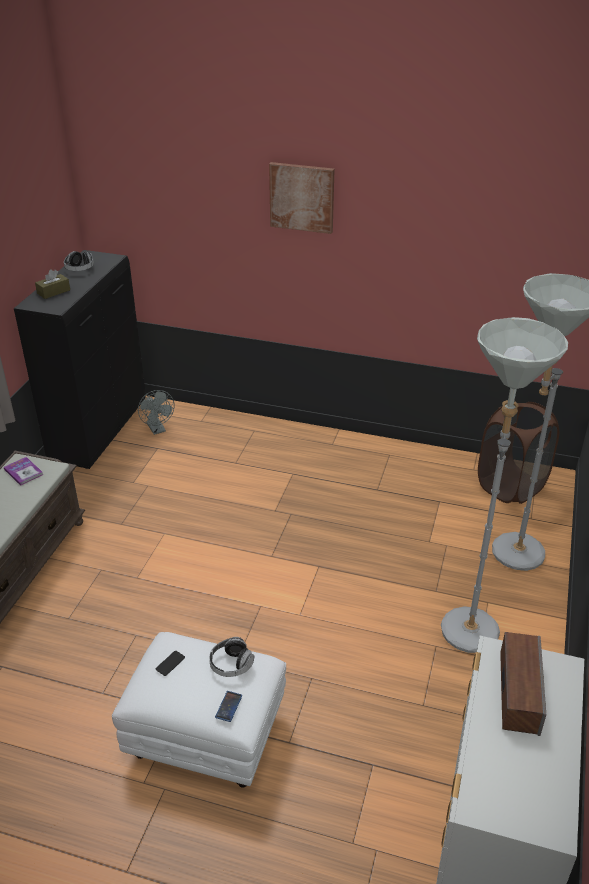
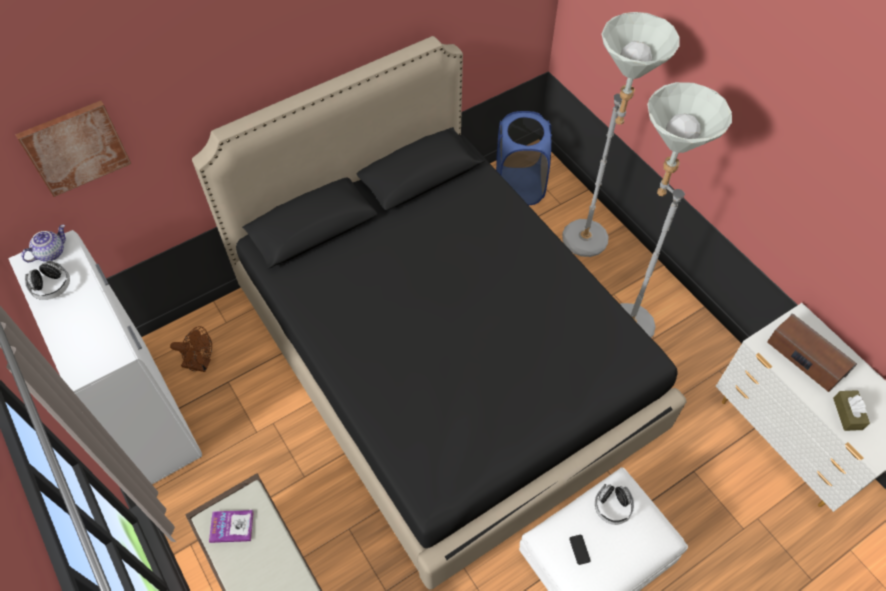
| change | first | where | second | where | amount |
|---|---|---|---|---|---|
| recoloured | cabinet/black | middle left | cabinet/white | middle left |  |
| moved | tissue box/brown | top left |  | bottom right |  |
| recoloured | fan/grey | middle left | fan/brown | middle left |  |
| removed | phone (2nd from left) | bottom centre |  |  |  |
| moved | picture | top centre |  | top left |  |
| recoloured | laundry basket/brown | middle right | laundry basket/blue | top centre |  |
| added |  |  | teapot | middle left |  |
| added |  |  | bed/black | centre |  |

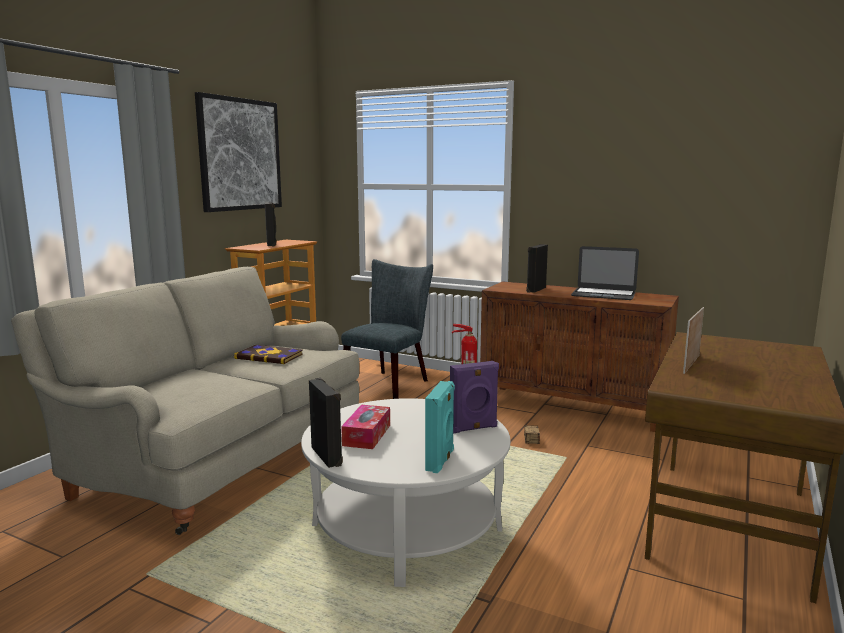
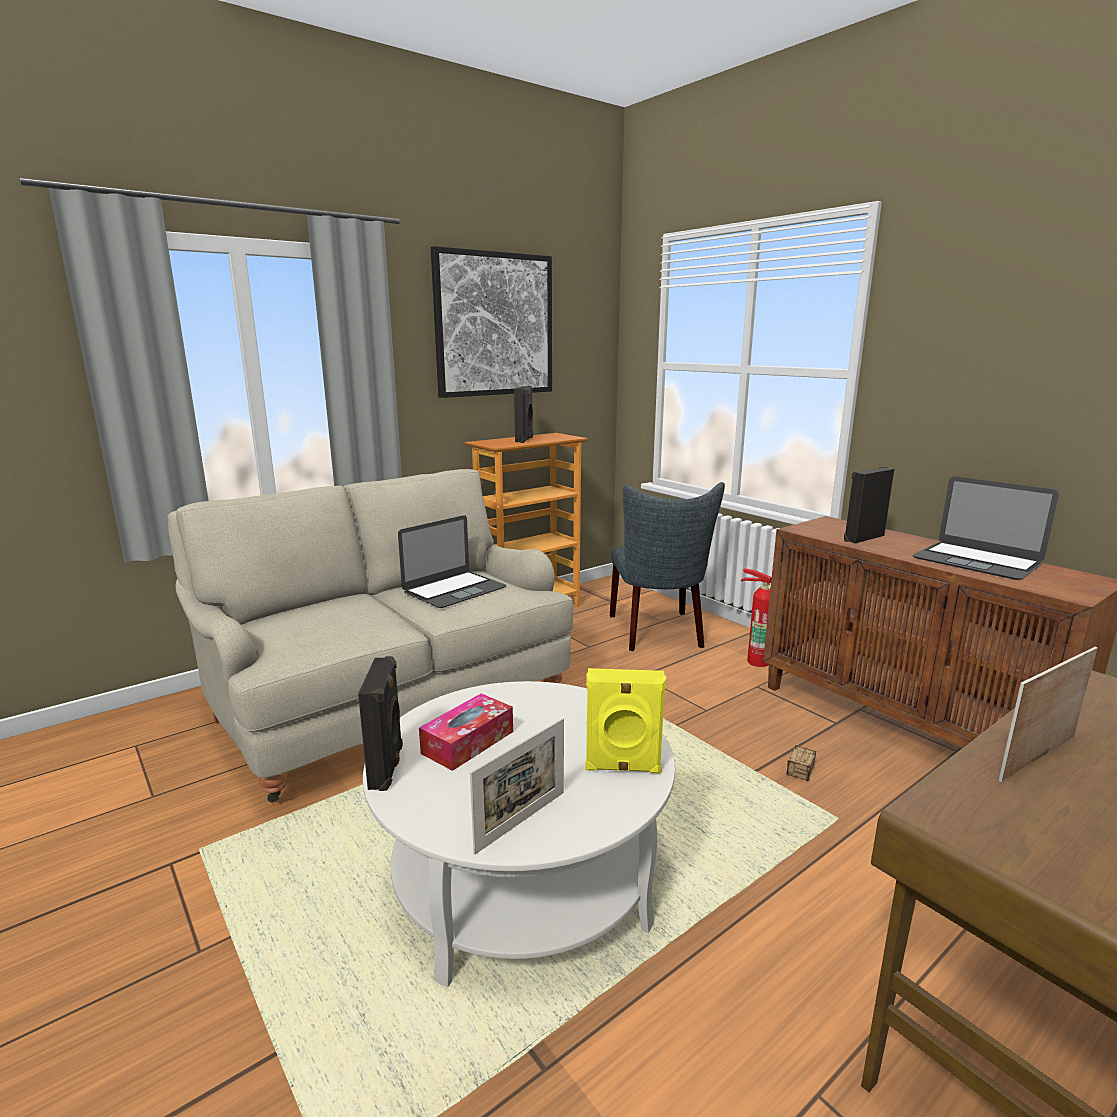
| change | first | where | second | where | amount |
|---|---|---|---|---|---|
| replaced | book | middle left | laptop (1st from left) | centre |  |
| turned | chair/grey | centre |  | centre | 120 degrees clockwise |
| replaced | speaker/turquoise | bottom centre | picture frame (1st from left) | bottom centre |  |
| recoloured | speaker/purple | centre | speaker/yellow | centre |  |

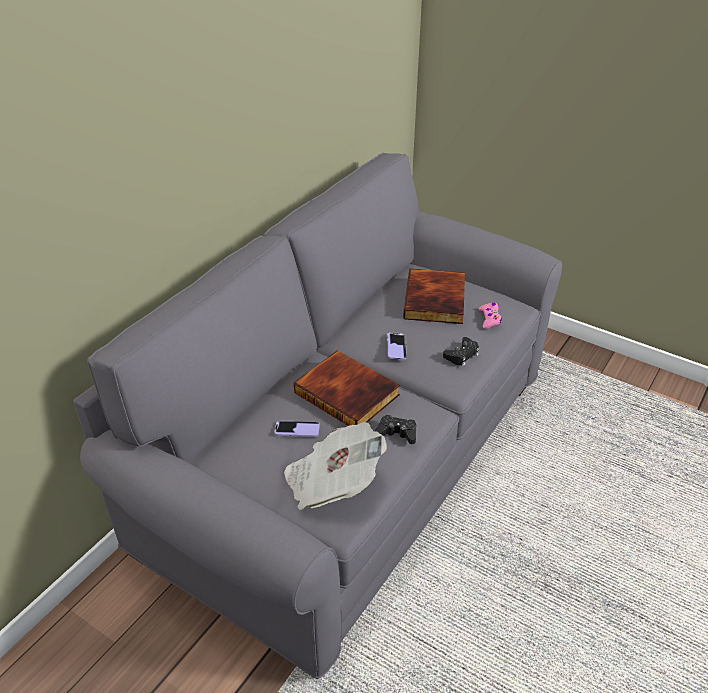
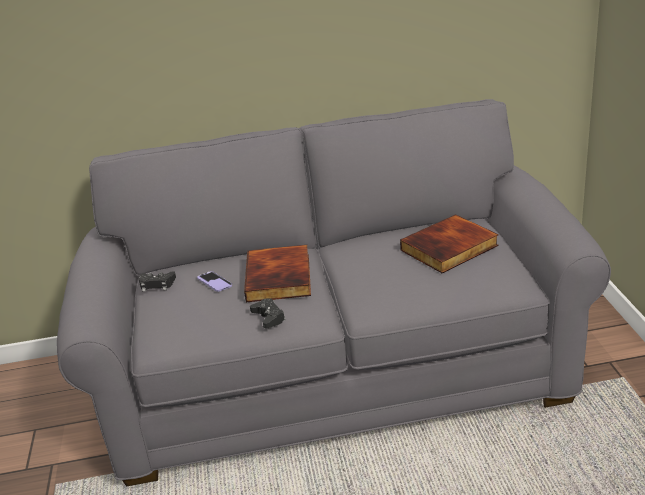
| change | first | where | second | where | amount |
|---|---|---|---|---|---|
| removed | newspaper | bottom centre |  |  |  |
| removed | phone (2nd from left) | centre |  |  |  |
| moved | game controller/black (2nd from left in the first image) | centre | game controller/black (1st from left) | middle left |  |
| removed | game controller/pink | middle right |  |  |  |

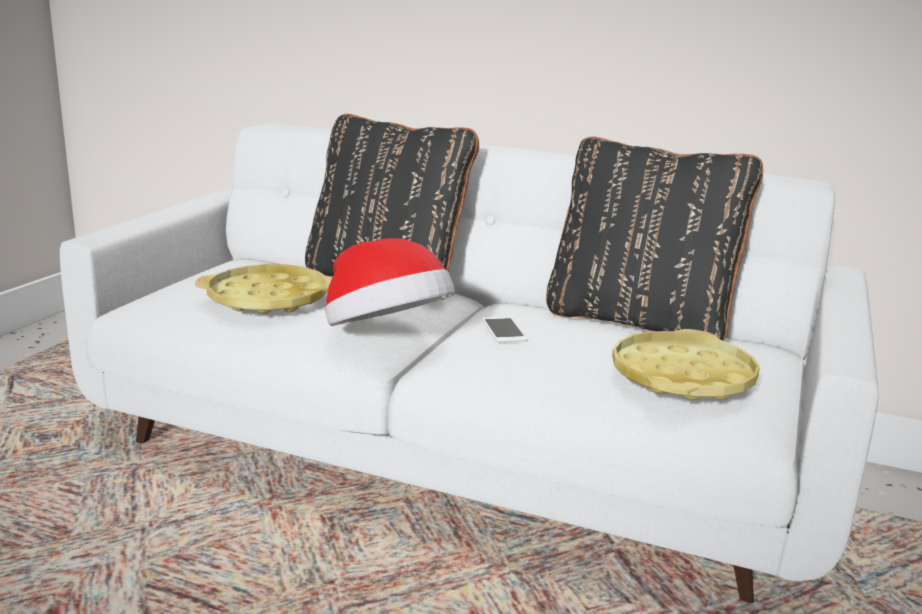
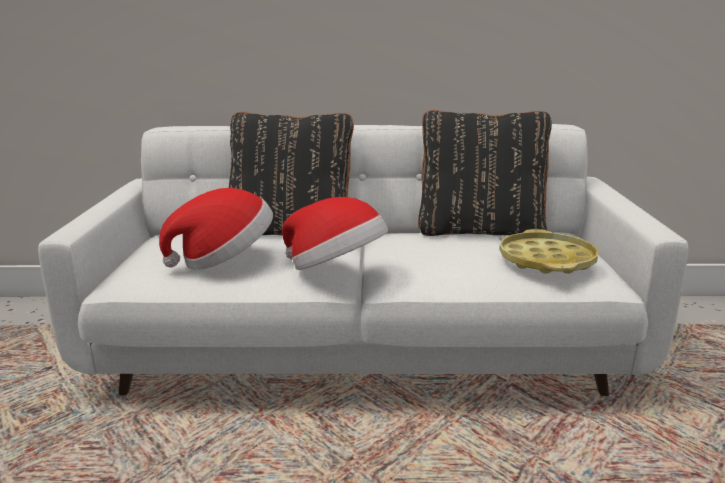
| change | first | where | second | where | amount |
|---|---|---|---|---|---|
| replaced | tray/yellow (1st from left) | middle left | hat (1st from left) | middle left |  |
| removed | phone | centre |  |  |  |

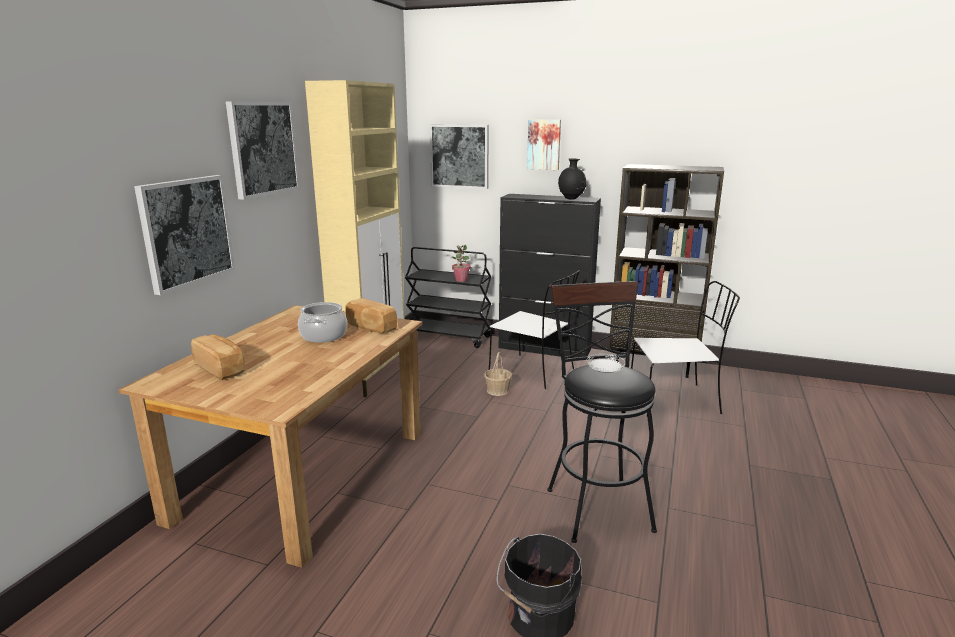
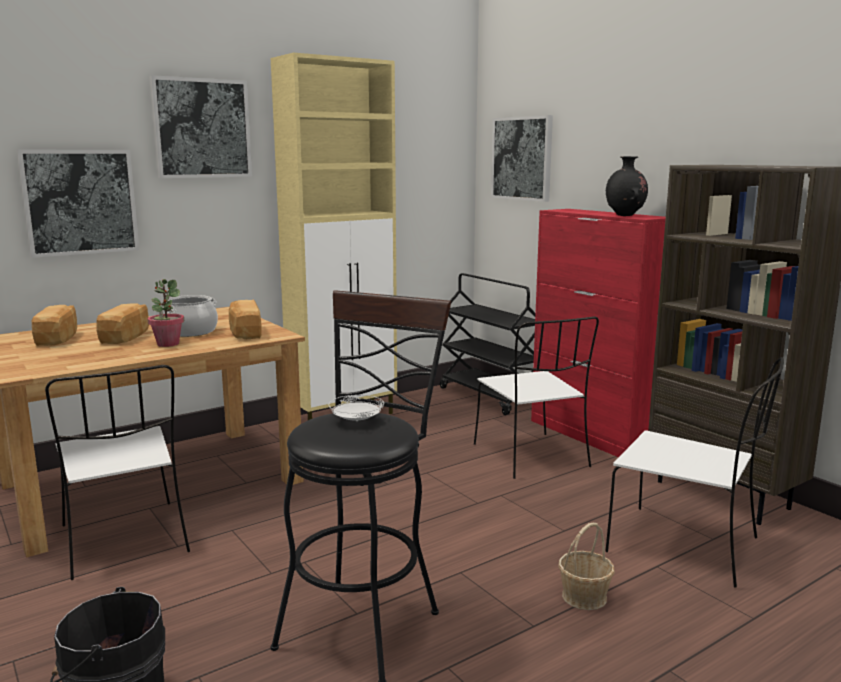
| change | first | where | second | where | amount |
|---|---|---|---|---|---|
| moved | potted plant | centre |  | middle left |  |
| moved | basket | centre |  | bottom right |  |
| recoloured | cabinet/black | centre | cabinet/red | middle right |  |
| removed | picture (4th from left) | top centre |  |  |  |
| added |  |  | chair/white (1st from left) | bottom left |  |
| added |  |  | bread (2nd from left) | middle left |  |

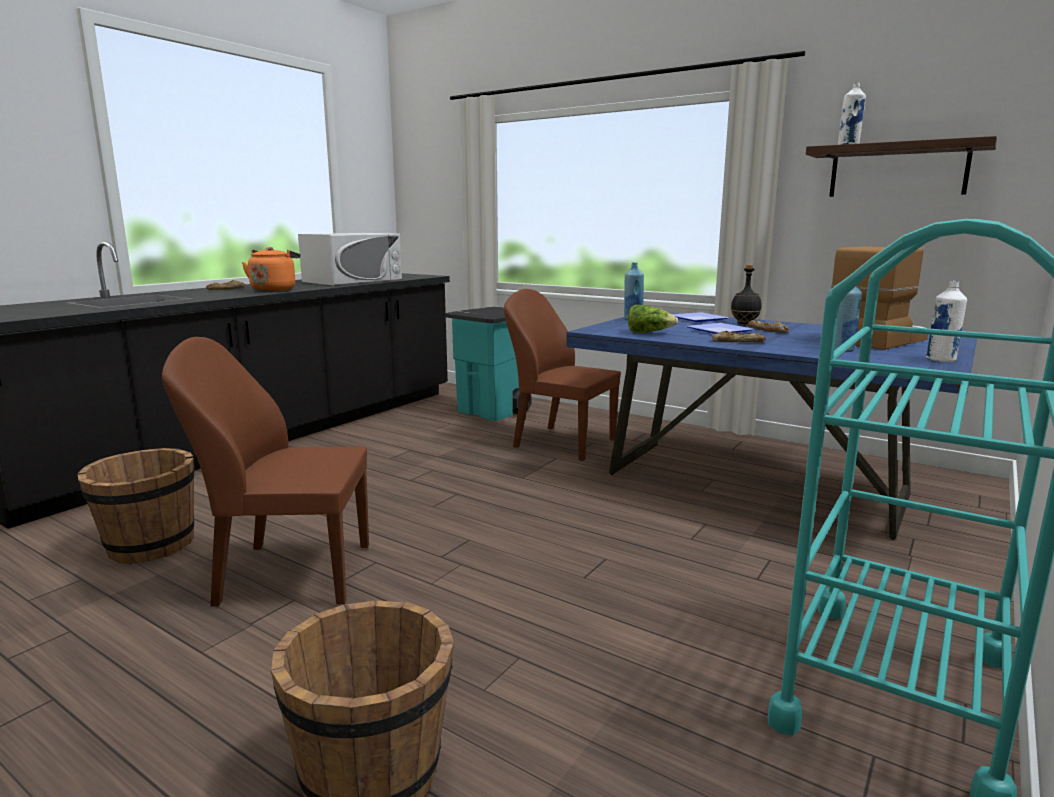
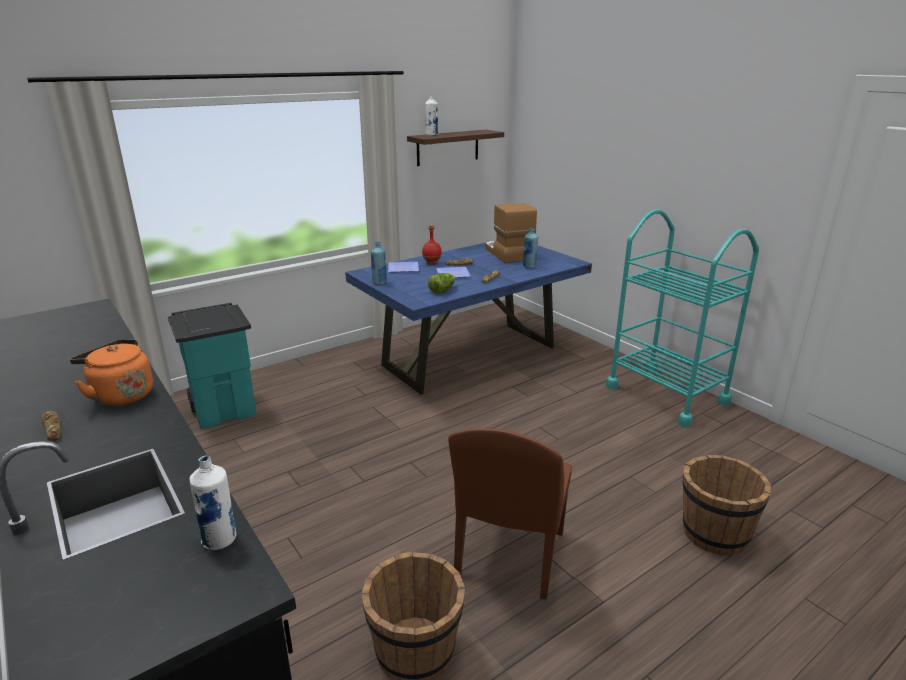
| change | first | where | second | where | amount |
|---|---|---|---|---|---|
| removed | microwave/white | top left |  |  |  |
| removed | chair/brown (2nd from left) | centre |  |  |  |
| recoloured | bottle/black | middle right | bottle/red | centre |  |
| moved | bottle/white (2nd from left in the first image) | middle right | bottle/white (1st from left) | bottom left |  |

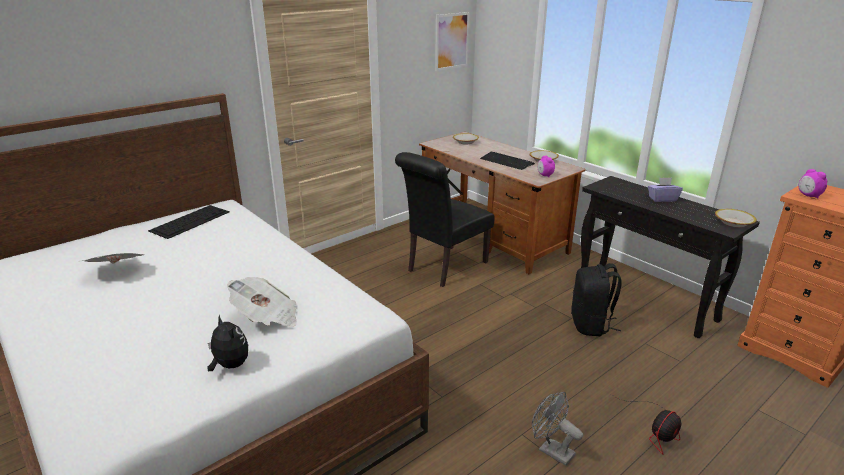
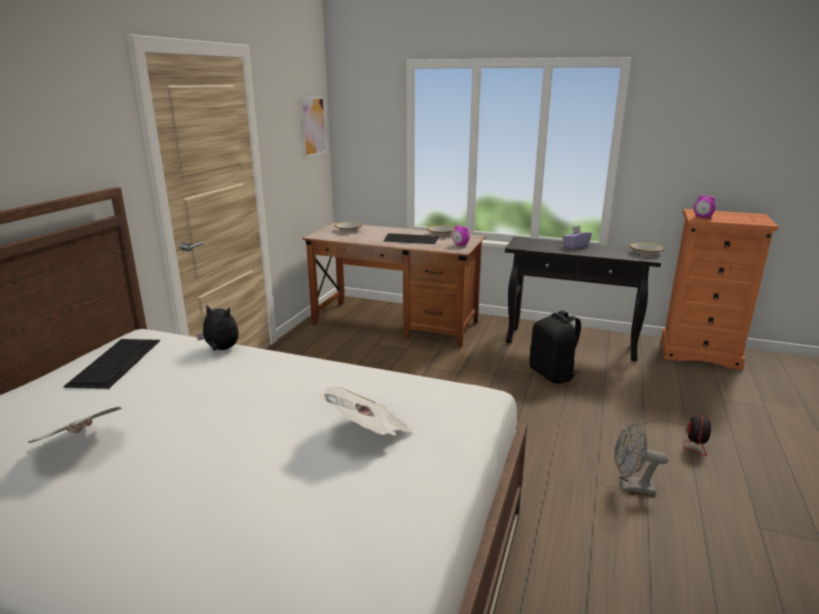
| change | first | where | second | where | amount |
|---|---|---|---|---|---|
| moved | plush toy | bottom left |  | middle left |  |
| removed | chair/black | centre |  |  |  |

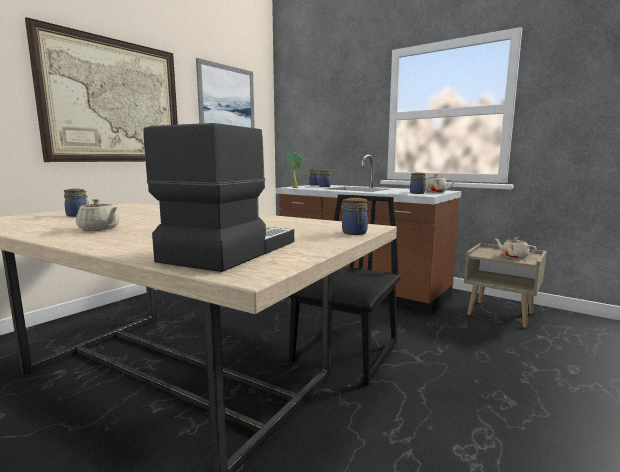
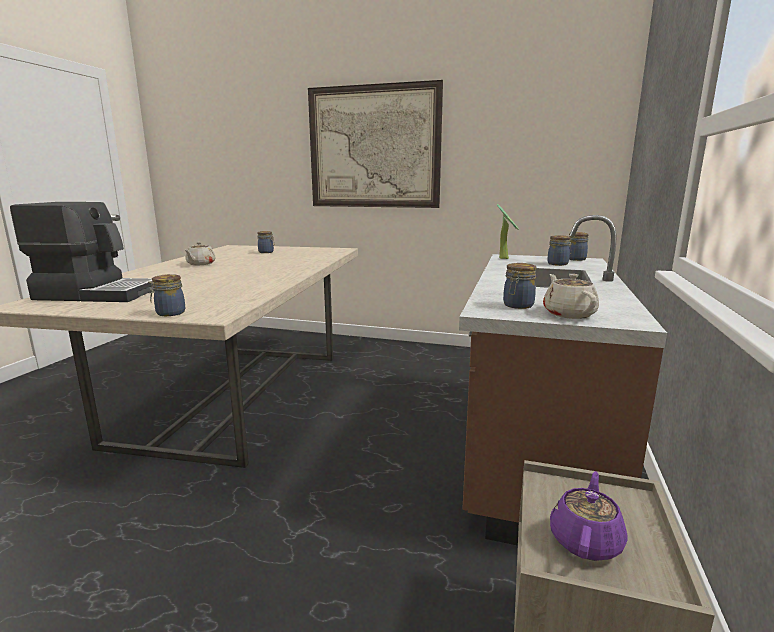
| change | first | where | second | where | amount |
|---|---|---|---|---|---|
| removed | picture (2nd from left) | top centre |  |  |  |
| removed | chair/black | centre |  |  |  |
| recoloured | teapot/beige (3rd from left) | middle right | teapot/purple | bottom right |  |

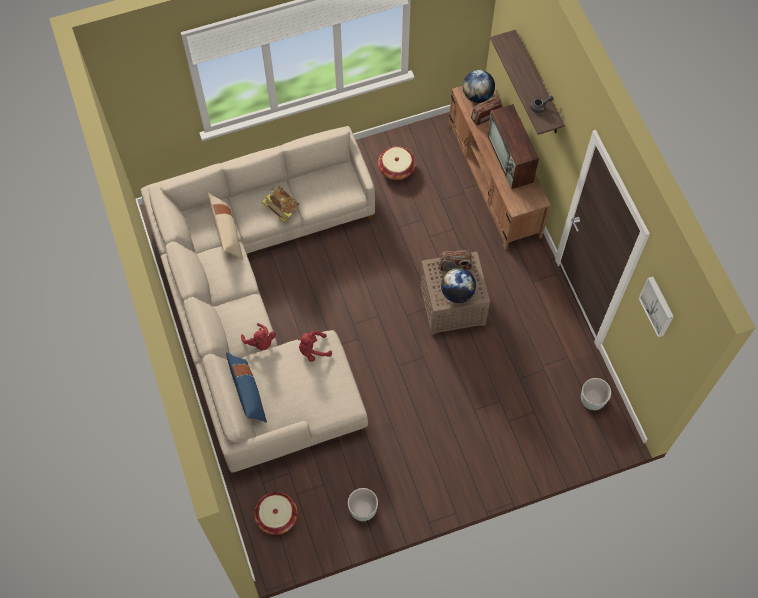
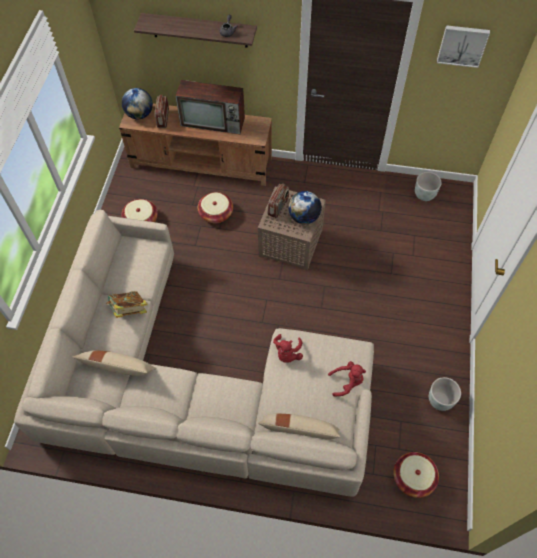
| change | first | where | second | where | amount |
|---|---|---|---|---|---|
| recoloured | pillow/blue | middle left | pillow/beige (2nd from left) | bottom centre |  |
| moved | plush toy/red (1st from left in the first image) | centre | plush toy/red (2nd from left) | bottom centre |  |
| added |  |  | basket (2nd from left) | centre |  |

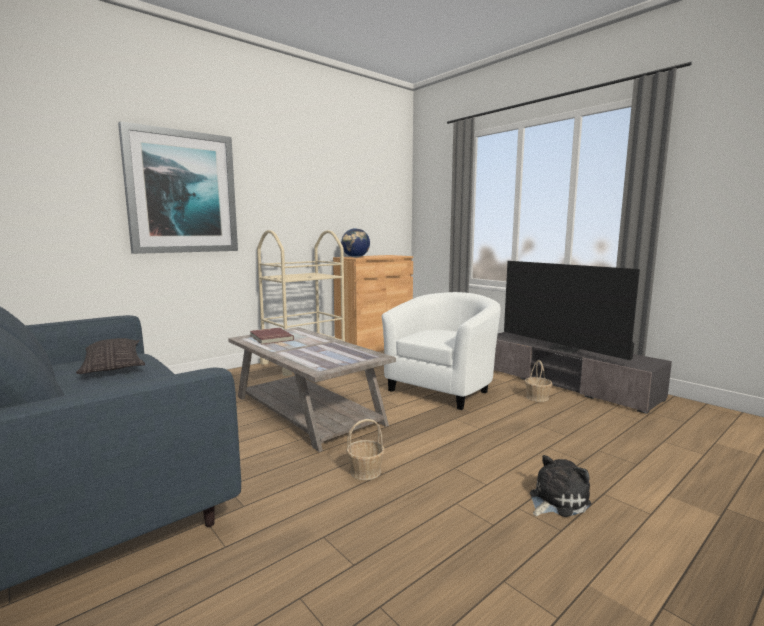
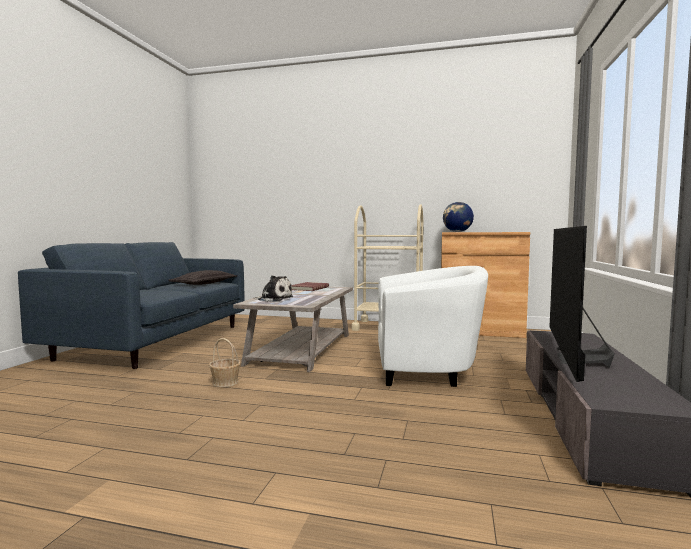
| change | first | where | second | where | amount |
|---|---|---|---|---|---|
| removed | picture | top left |  |  |  |
| removed | basket (2nd from left) | middle right |  |  |  |
| moved | plush toy | bottom right |  | centre |  |

